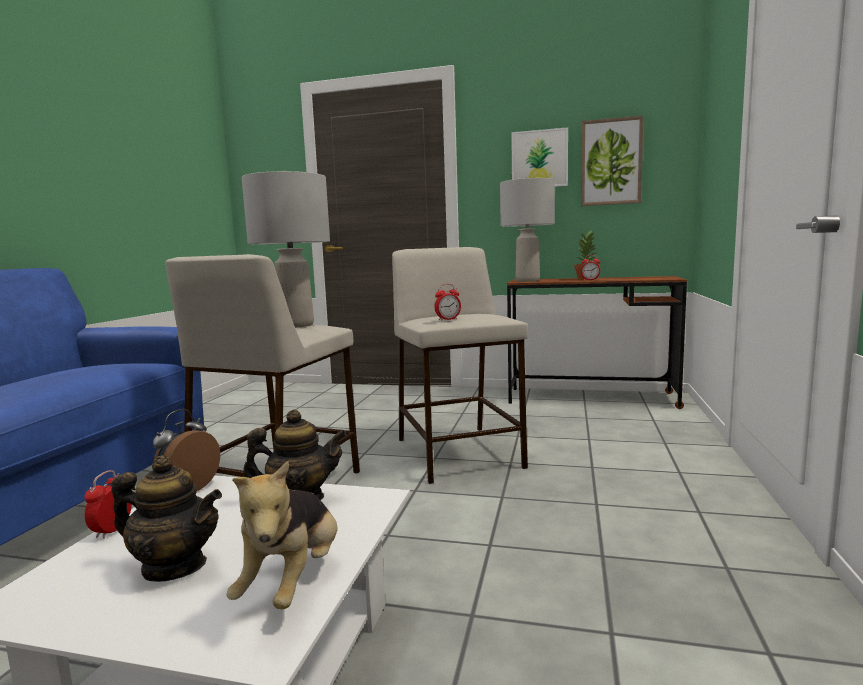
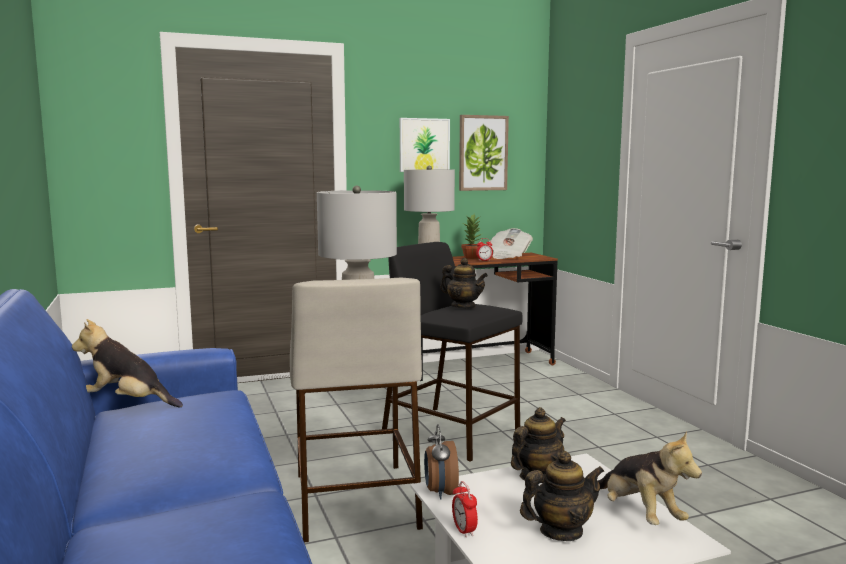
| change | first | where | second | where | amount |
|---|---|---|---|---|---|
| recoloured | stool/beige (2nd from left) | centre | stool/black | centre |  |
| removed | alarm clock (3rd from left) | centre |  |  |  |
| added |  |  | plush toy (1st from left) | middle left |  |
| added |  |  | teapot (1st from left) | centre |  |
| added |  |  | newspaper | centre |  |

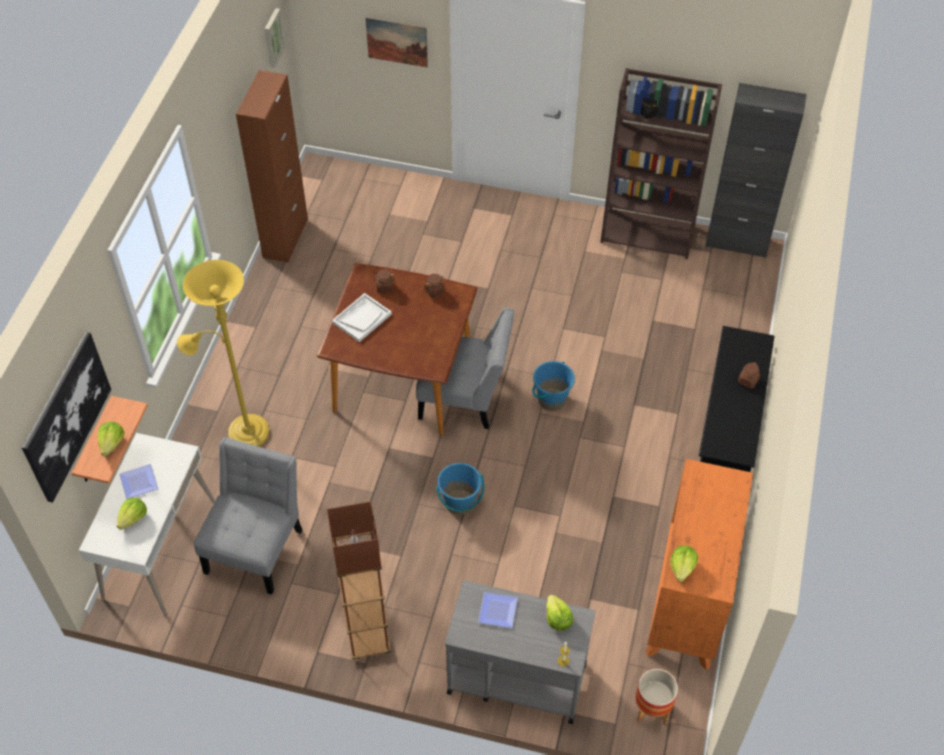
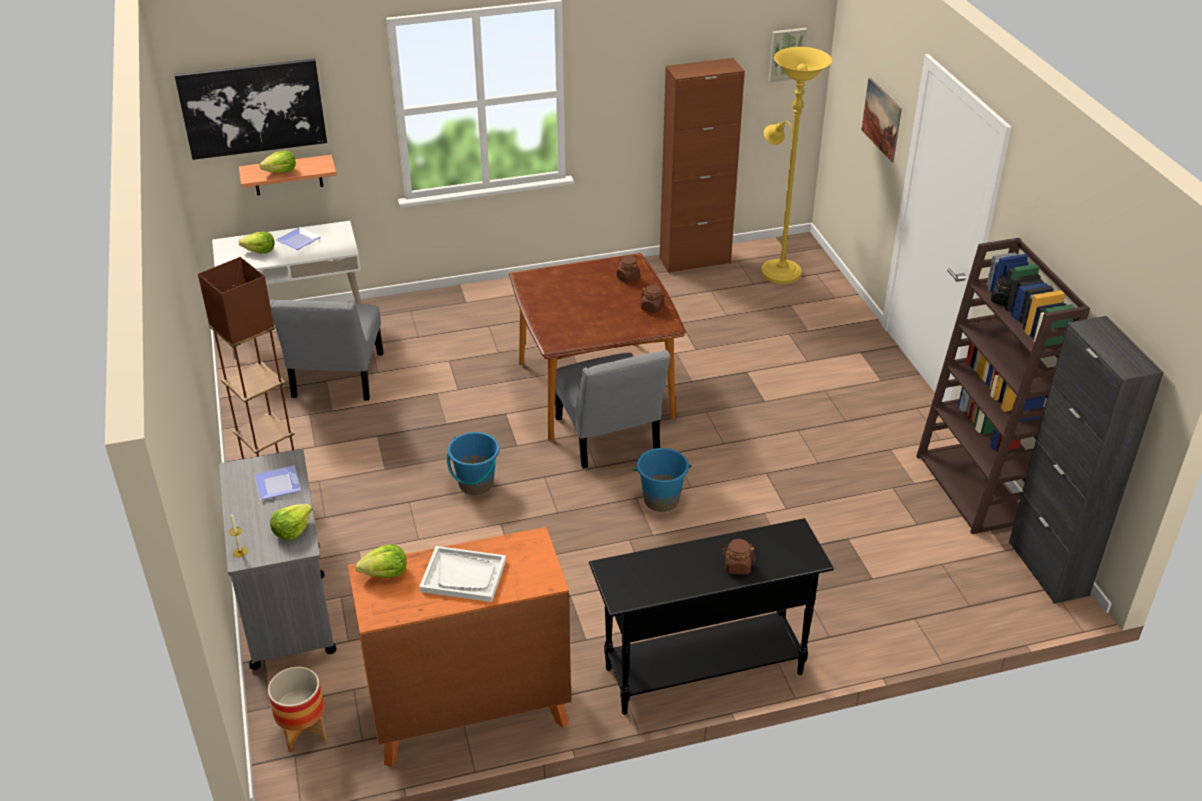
| change | first | where | second | where | amount |
|---|---|---|---|---|---|
| moved | floor lamp/yellow | middle left |  | top centre |  |
| turned | chair/grey (1st from left) | bottom left |  | middle left | 105 degrees clockwise |
| moved | tray/white | centre |  | bottom centre |  |

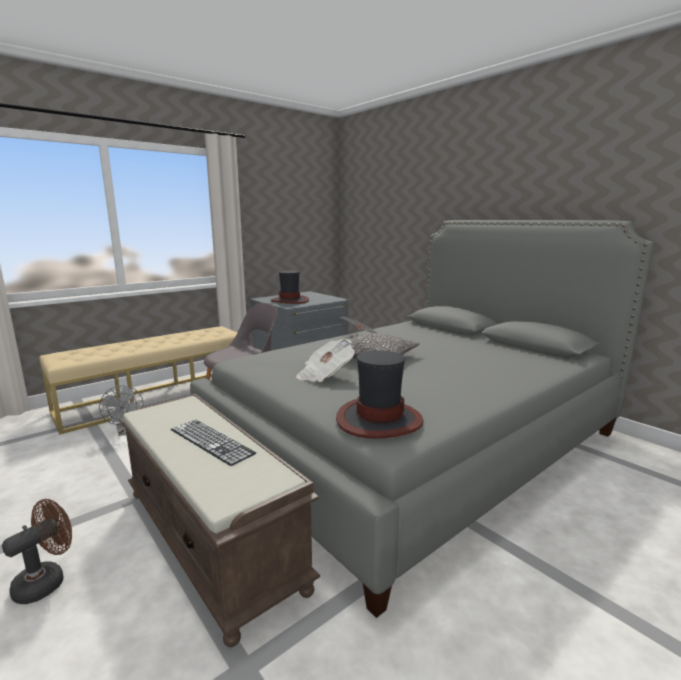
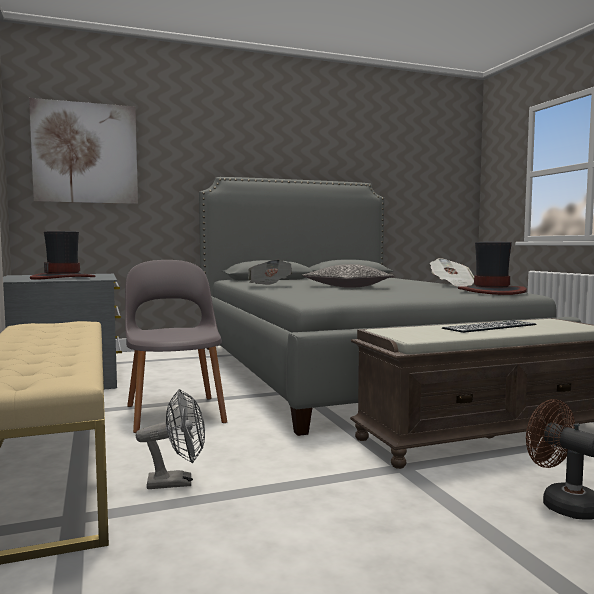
| change | first | where | second | where | amount |
|---|---|---|---|---|---|
| moved | newspaper (1st from left in the first image) | centre | newspaper (2nd from left) | middle right |  |
| added |  |  | picture | top left |  |

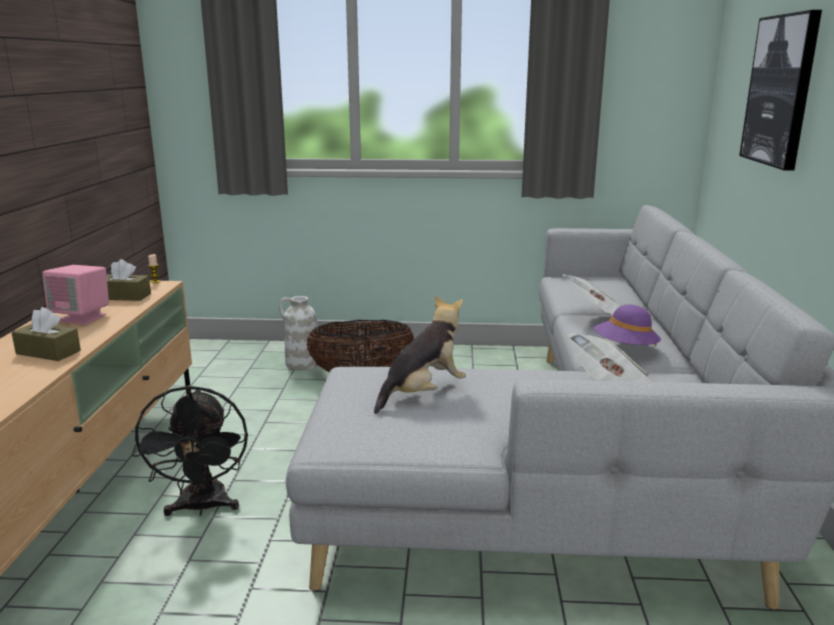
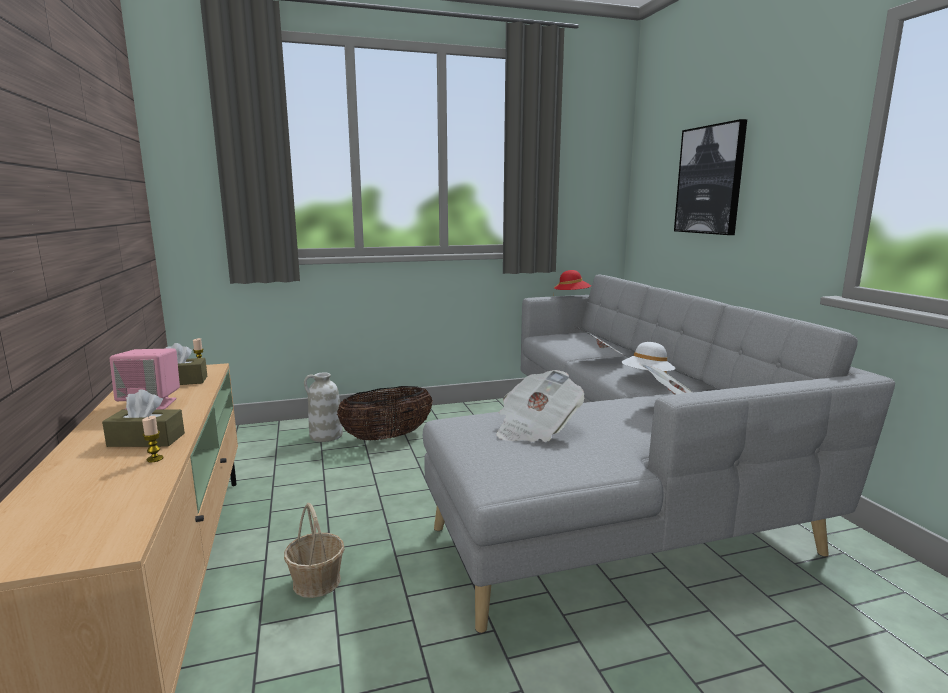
| change | first | where | second | where | amount |
|---|---|---|---|---|---|
| replaced | fan/black | bottom left | basket (1st from left) | bottom left |  |
| replaced | plush toy | centre | newspaper (1st from left) | centre |  |
| recoloured | hat/purple | middle right | hat/white | middle right |  |
| added |  |  | candle (1st from left) | middle left |  |
| added |  |  | hat/red | centre |  |

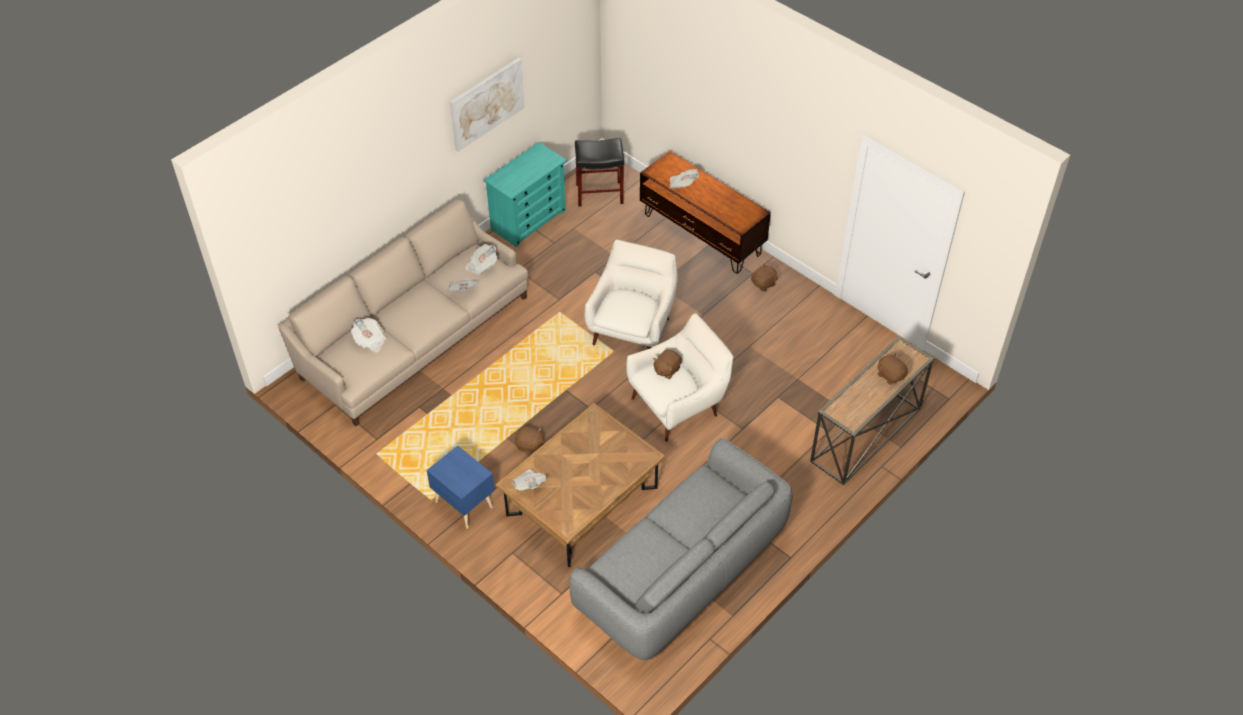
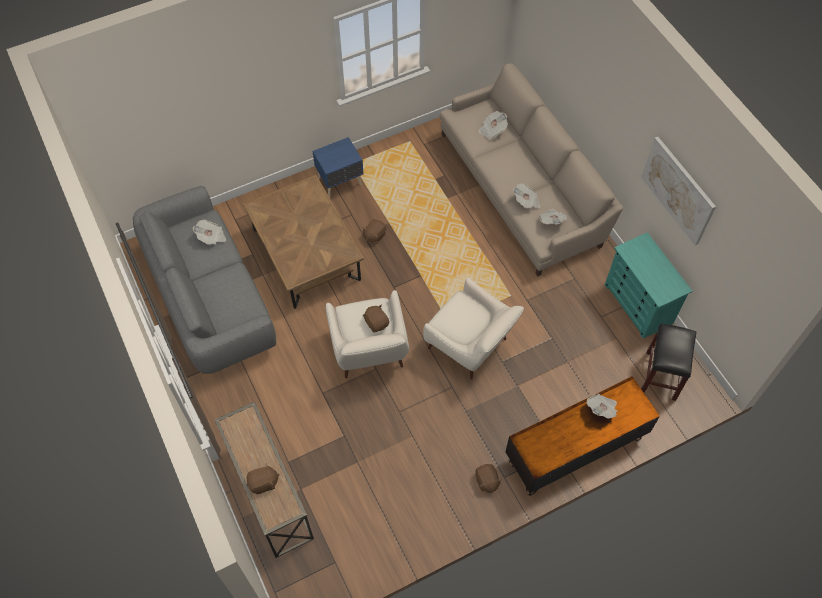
| change | first | where | second | where | amount |
|---|---|---|---|---|---|
| moved | newspaper (4th from left in the first image) | bottom centre | newspaper (1st from left) | middle left |  |

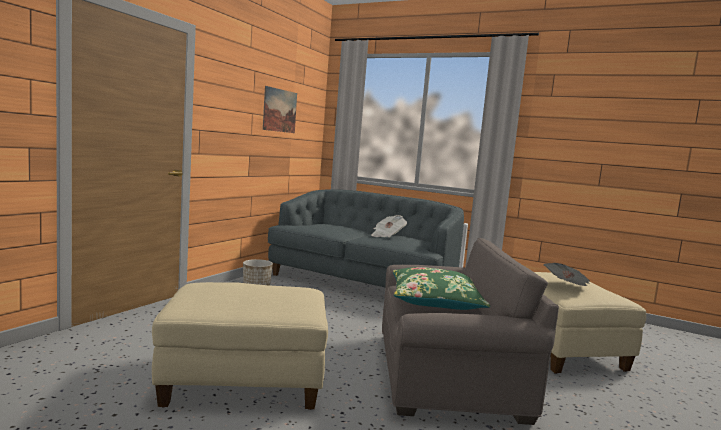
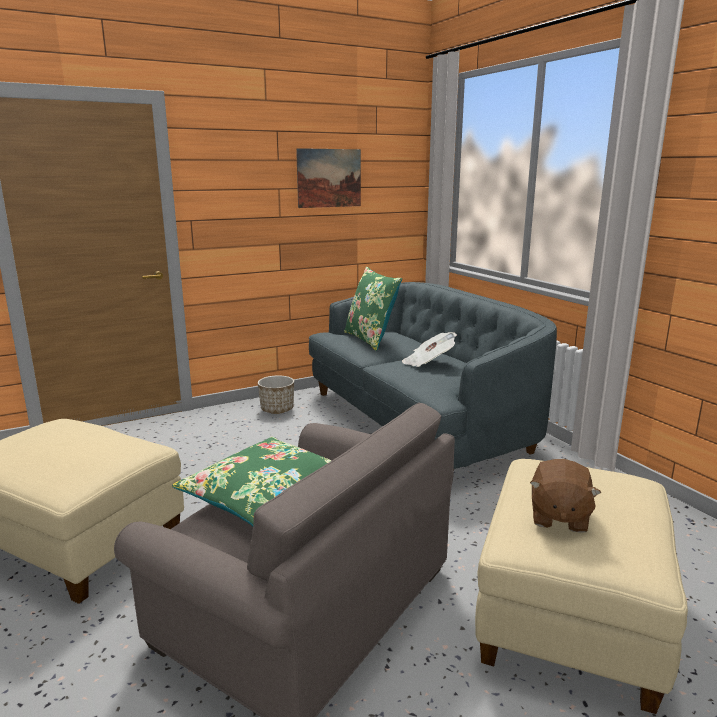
| change | first | where | second | where | amount |
|---|---|---|---|---|---|
| replaced | newspaper (2nd from left) | middle right | plush toy/brown | bottom right |  |
| added |  |  | pillow/green (2nd from left) | centre |  |

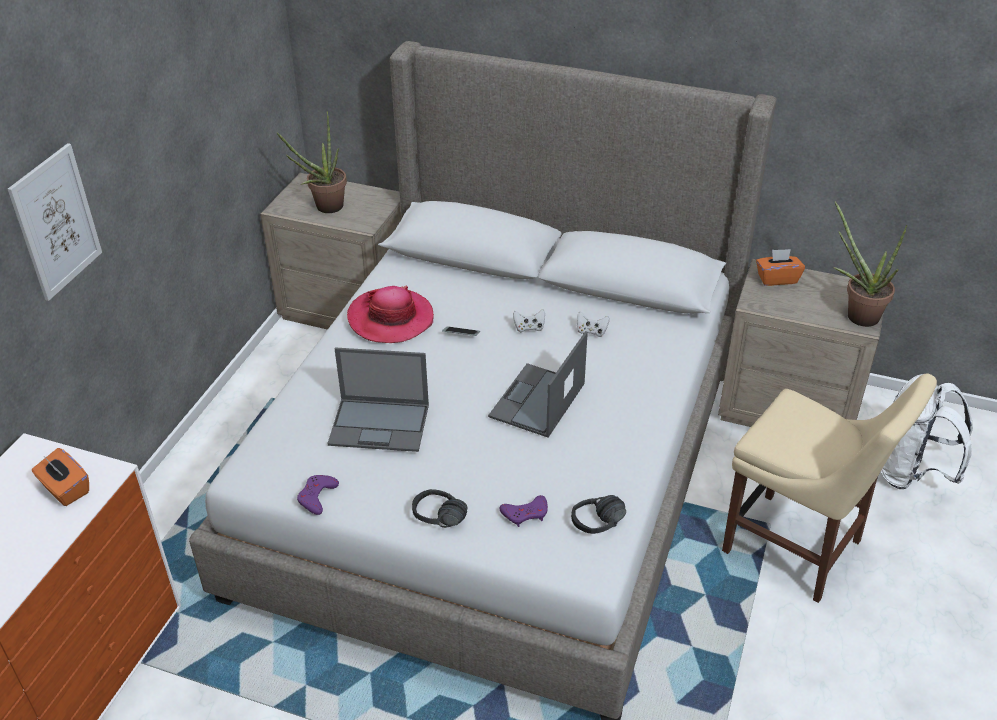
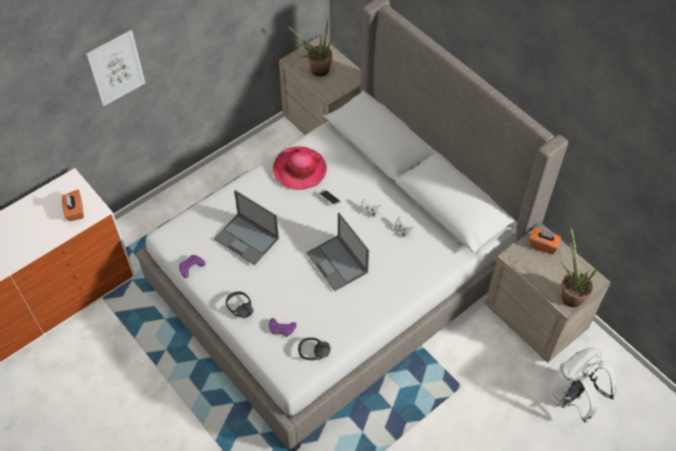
| change | first | where | second | where | amount |
|---|---|---|---|---|---|
| turned | laptop (2nd from left) | centre |  | centre | 90 degrees counterclockwise |
| removed | chair/beige | bottom right |  |  |  |

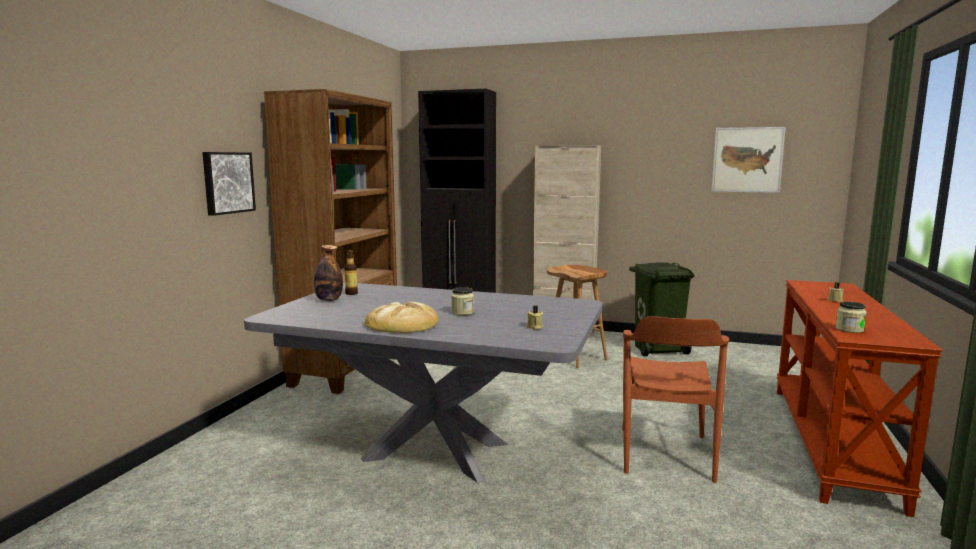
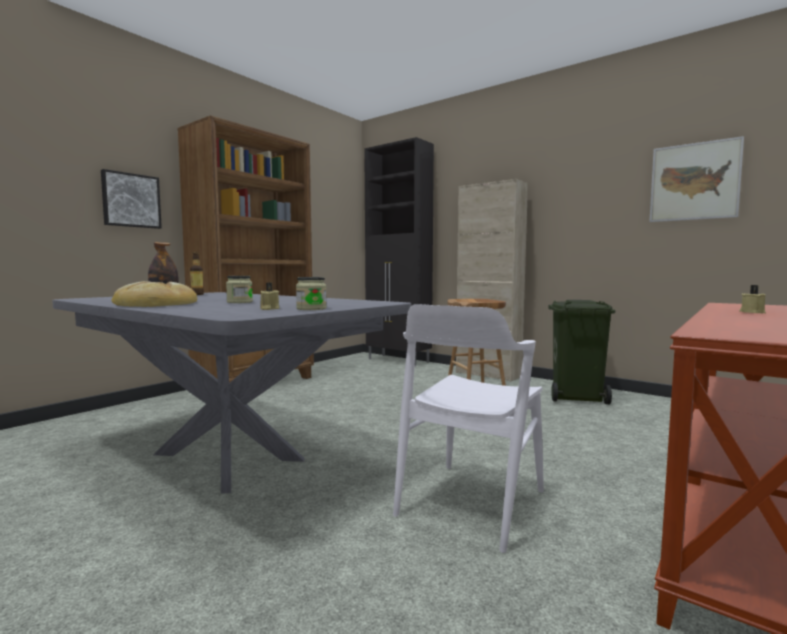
| change | first | where | second | where | amount |
|---|---|---|---|---|---|
| recoloured | chair/brown | bottom right | chair/white | bottom centre |  |
| moved | jar (2nd from left) | middle right |  | centre |  |

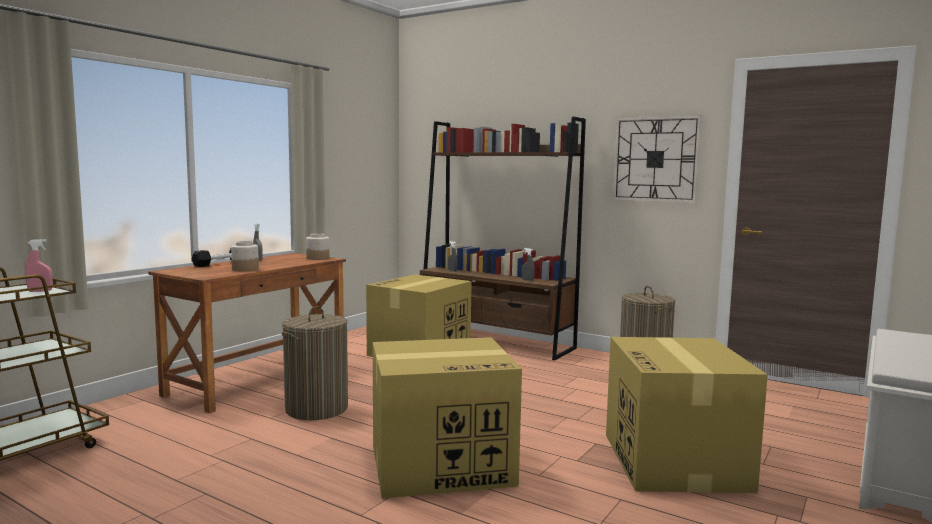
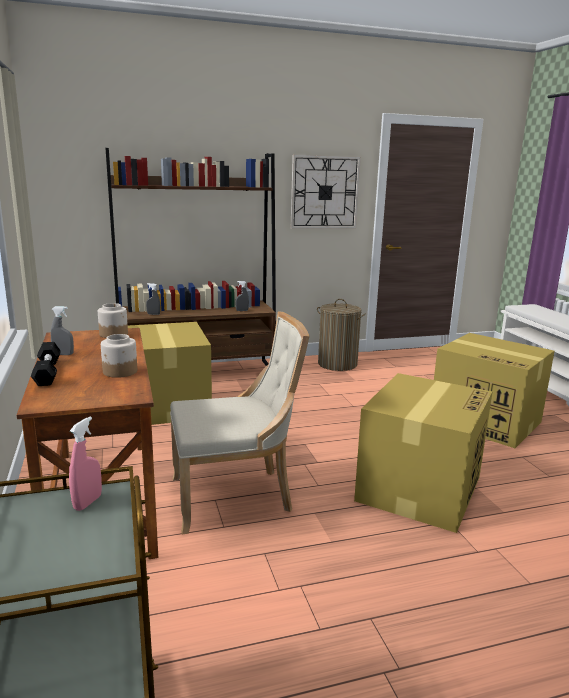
| change | first | where | second | where | amount |
|---|---|---|---|---|---|
| replaced | laundry basket (1st from left) | bottom centre | chair/beige | centre |  |

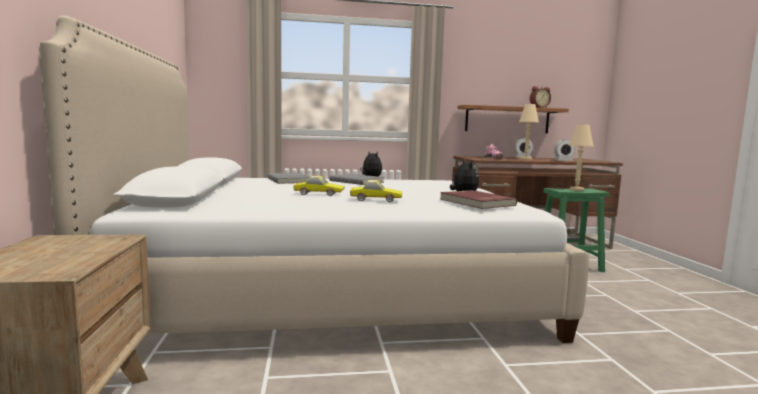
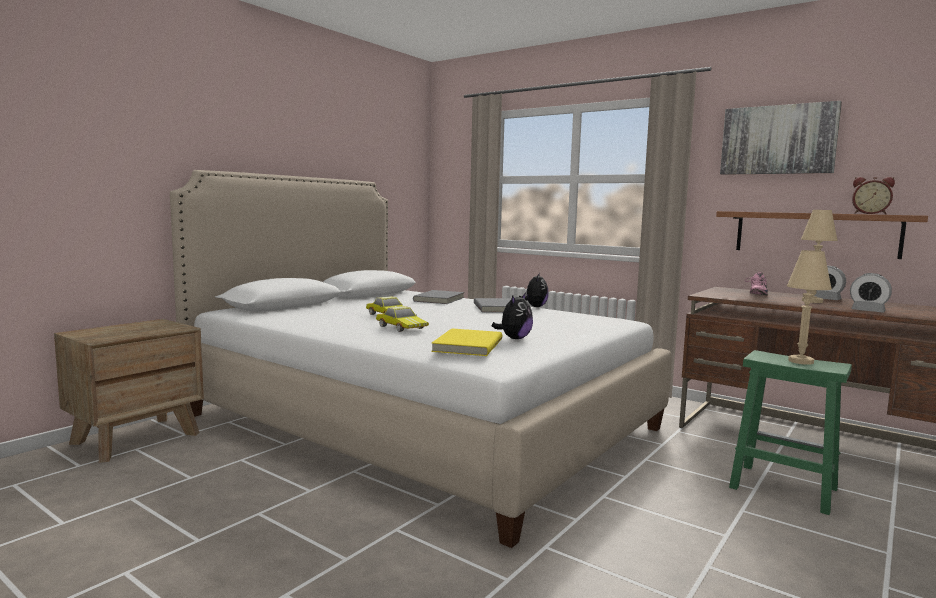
| change | first | where | second | where | amount |
|---|---|---|---|---|---|
| recoloured | book/red | centre | book/yellow | centre |  |
| added |  |  | picture | top right |  |

